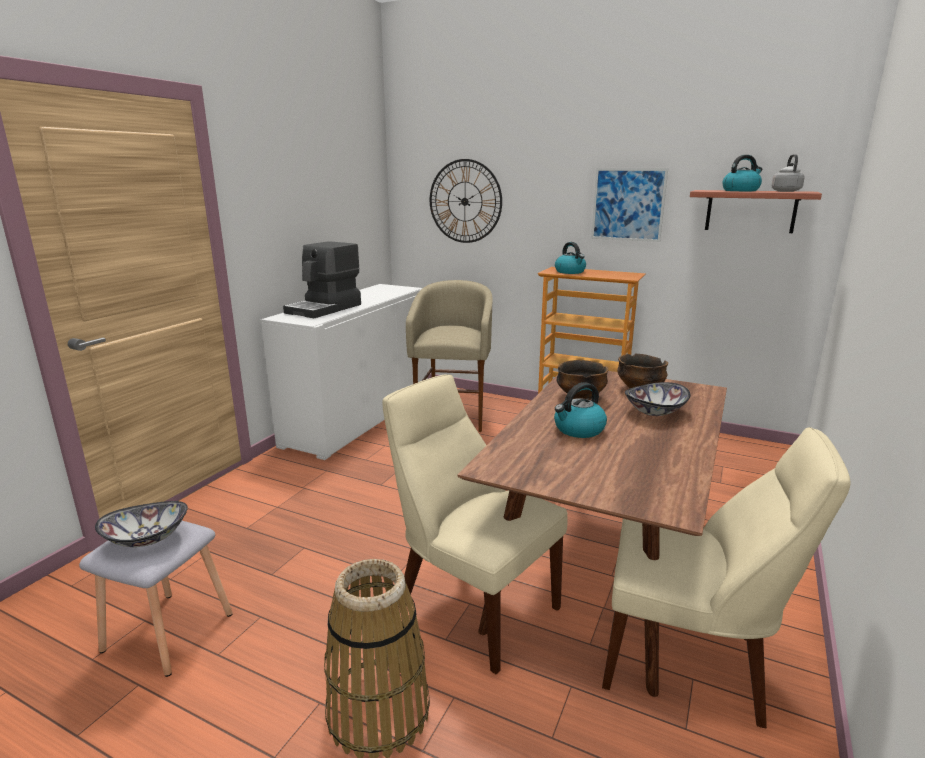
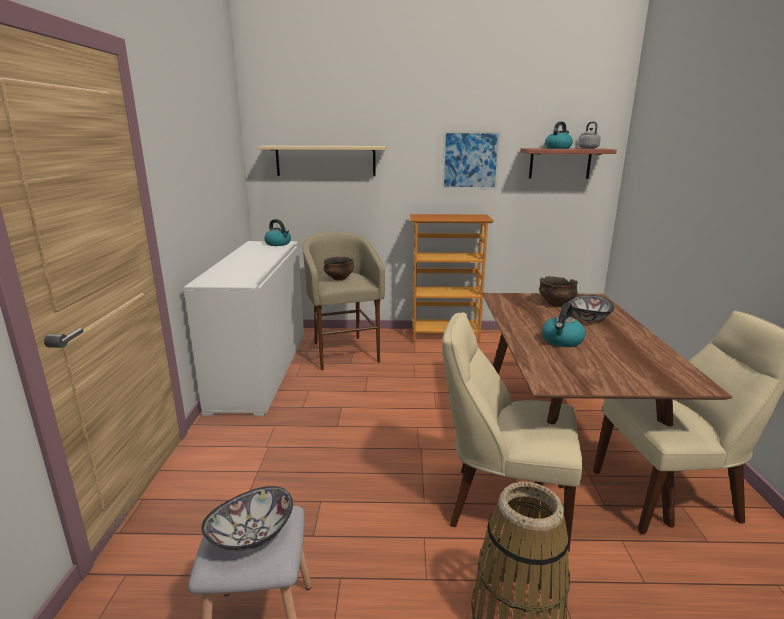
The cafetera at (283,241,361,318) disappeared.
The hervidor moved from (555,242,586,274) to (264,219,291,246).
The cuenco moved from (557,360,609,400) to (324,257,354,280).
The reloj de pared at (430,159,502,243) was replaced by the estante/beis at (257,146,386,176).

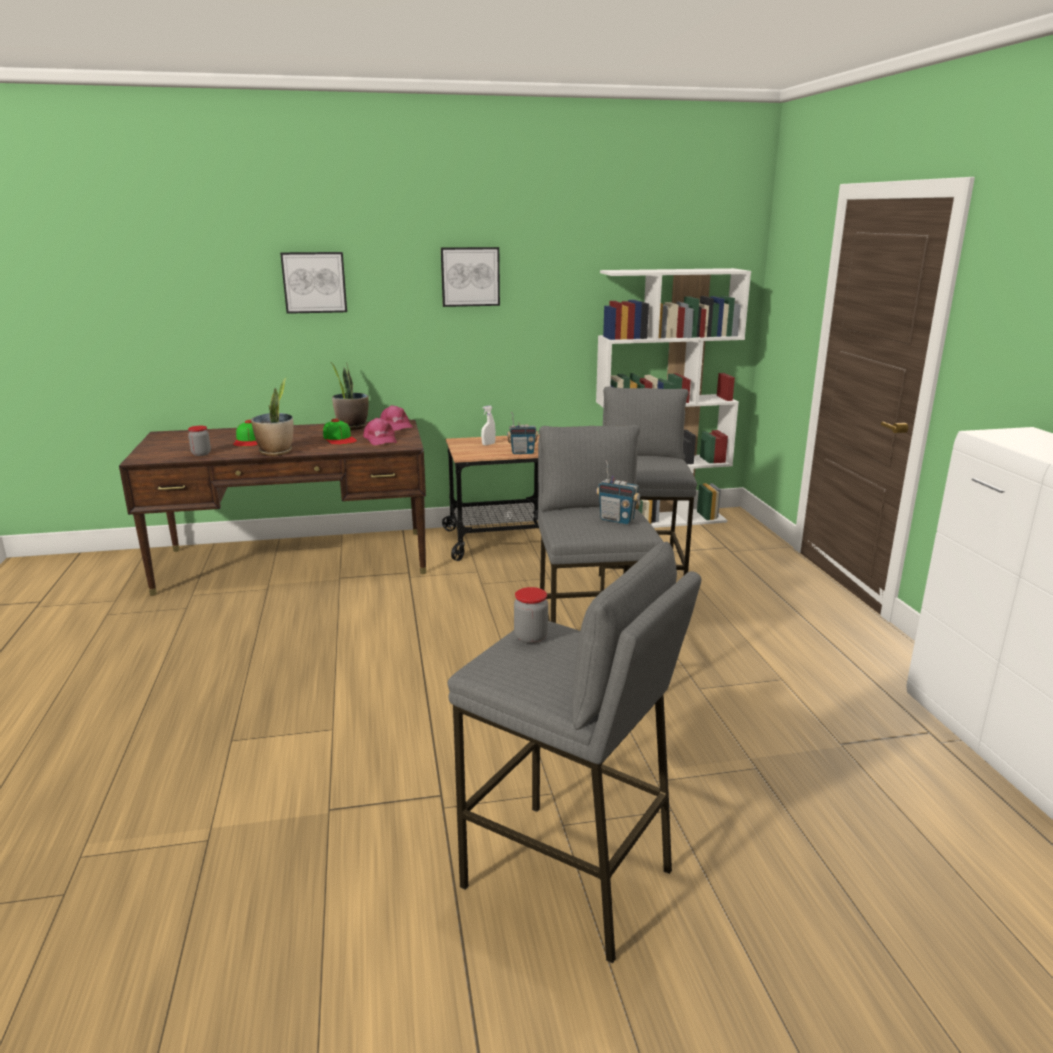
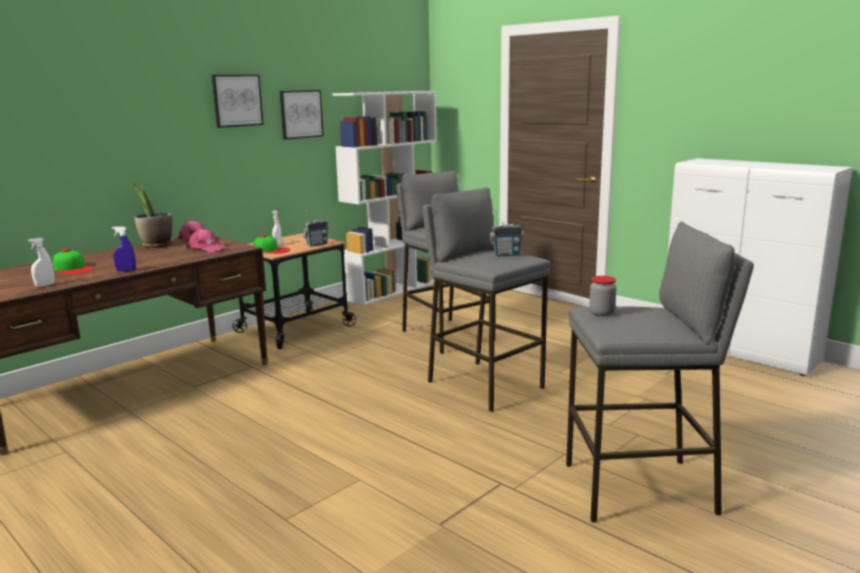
The cuadro moved from (280,252,347,314) to (279,90,324,140).
The gorra moved from (323,419,357,445) to (253,234,291,254).
The tarro at (188,426,211,456) was replaced by the pulverizador/blanco at (28,237,55,287).
The planta en maceta at (251,378,294,456) was replaced by the pulverizador/azul at (112,226,136,272).

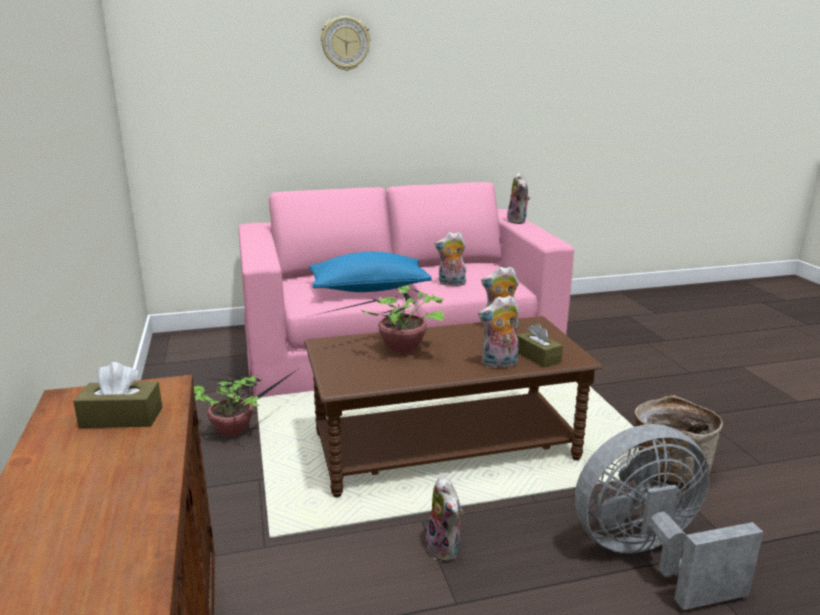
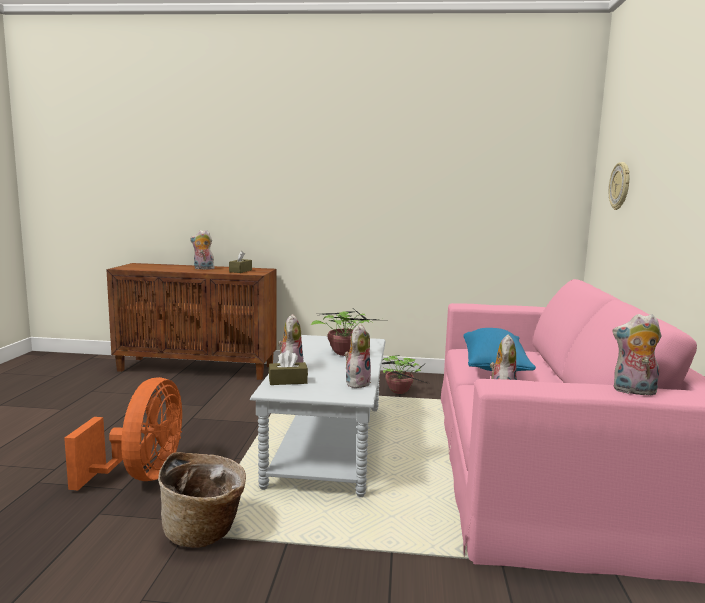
The reloj de pared moved from (320,16,371,71) to (609,162,630,210).
The peluche moved from (424,475,464,562) to (190,230,214,270).
The mesa de centro/marrón at (305,316,602,497) became the mesa de centro/gris at (250,335,386,497).
The ventilador/gris at (575,424,763,610) became the ventilador/naranja at (64,377,182,490).

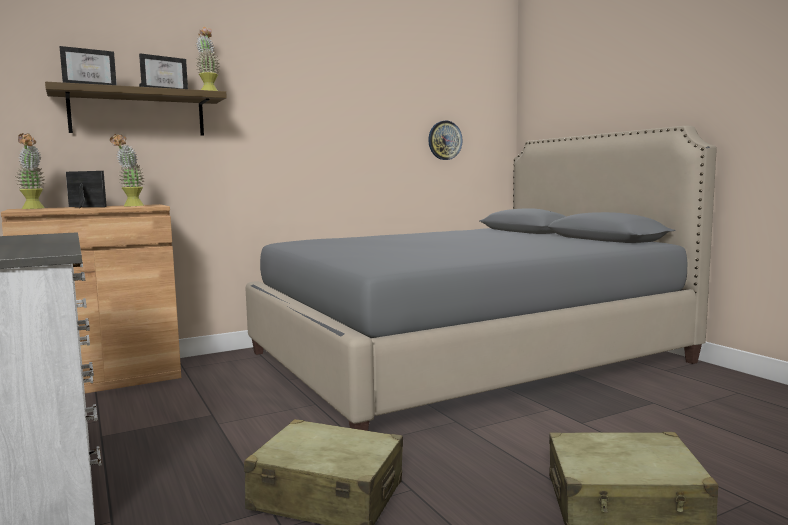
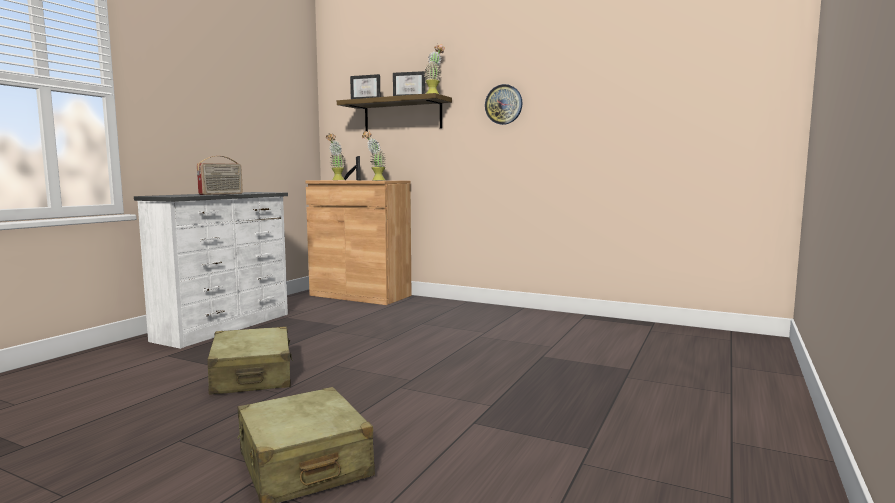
The cama/gris at (245,126,717,431) disappeared.
The radio at (197,156,243,195) appeared.
The reloj de pared moved from (428,121,463,160) to (485,84,522,125).

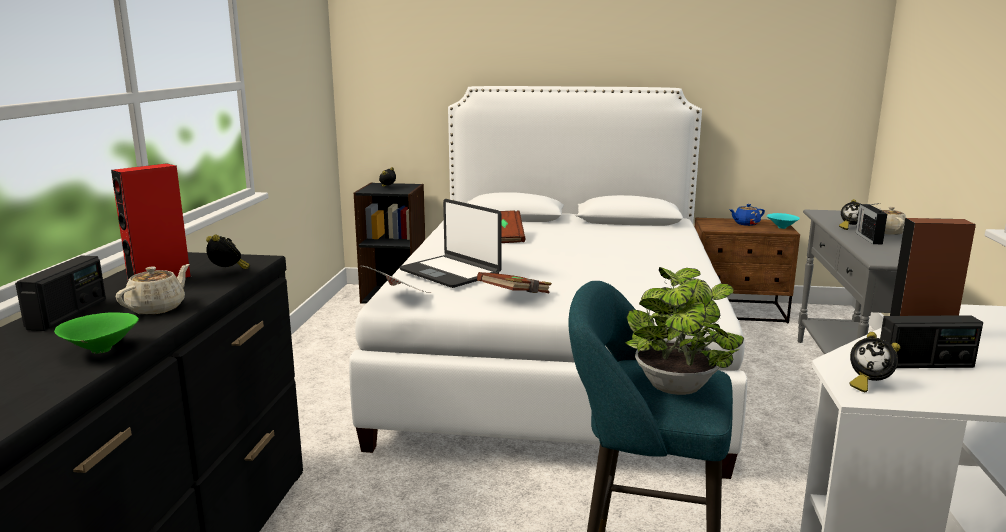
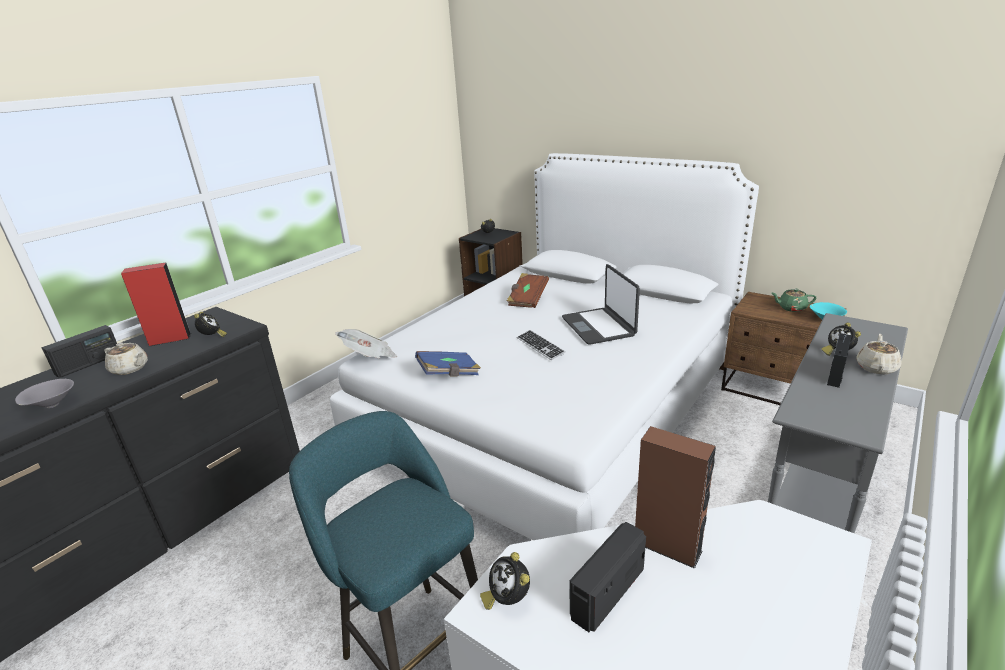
The planta en maceta at (625,267,744,395) disappeared.
The teclado at (517,330,566,360) appeared.
The portátil moved from (399,199,502,288) to (562,264,640,345).
The cuenco/verde at (54,312,139,354) became the cuenco/gris at (15,379,74,408).
The libro/marrón at (477,272,552,293) became the libro/azul at (415,351,481,377).
The tetera/azul at (730,204,765,226) became the tetera/verde at (772,288,816,312).
The tetera/beis at (116,264,190,315) turned 60 degrees clockwise.
The radio at (880,315,983,368) turned 105 degrees clockwise.

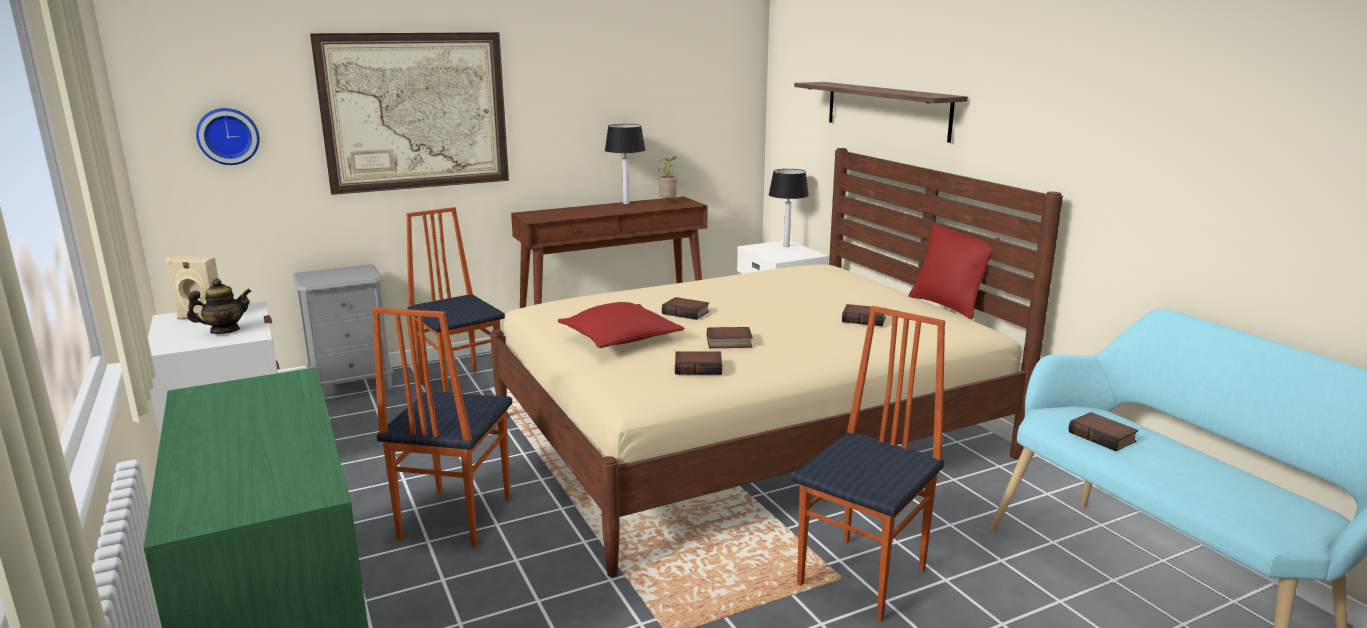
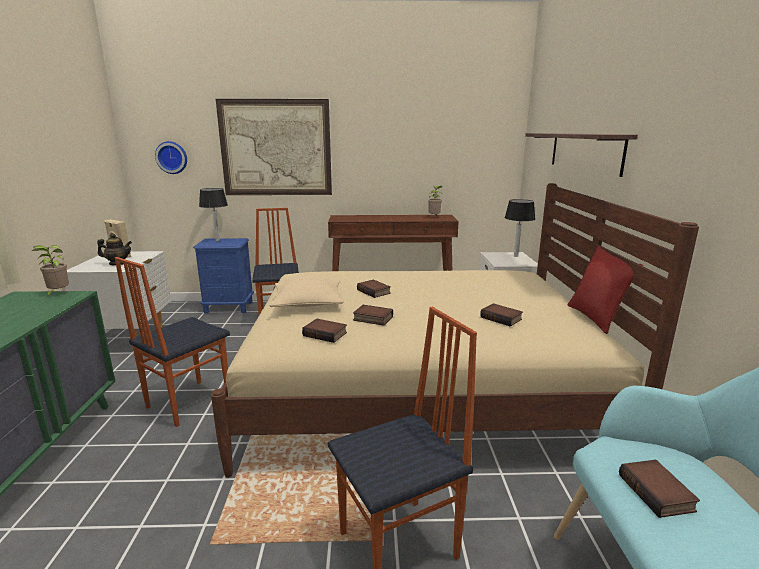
The planta en maceta at (31,245,69,297) appeared.
The lámpara de mesa moved from (605,124,646,204) to (199,188,228,241).
The mesita de noche/gris at (293,264,393,400) became the mesita de noche/azul at (193,238,254,314).
The cojín/rojo at (558,302,684,348) became the cojín/beis at (269,277,343,307).

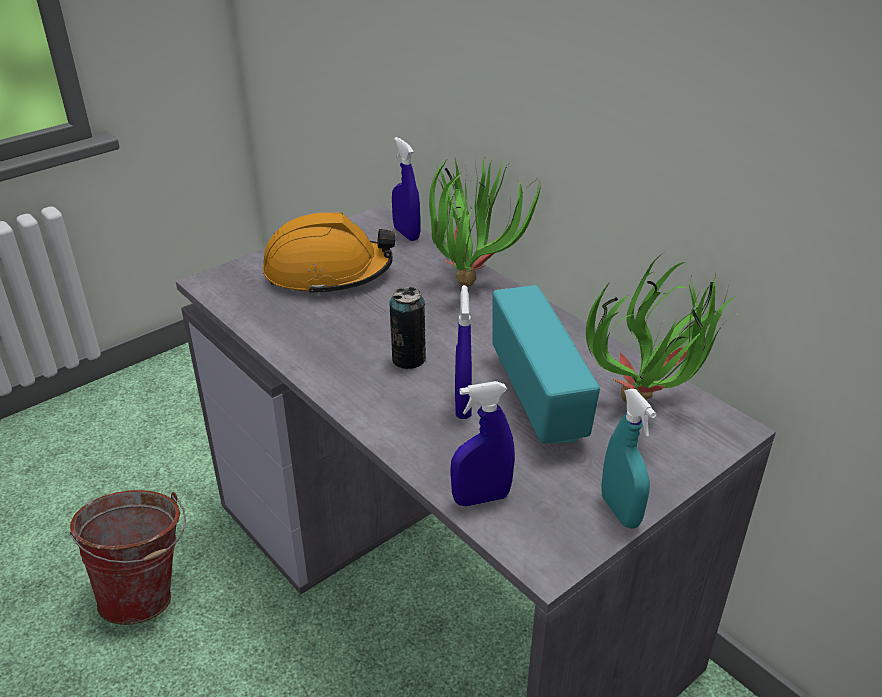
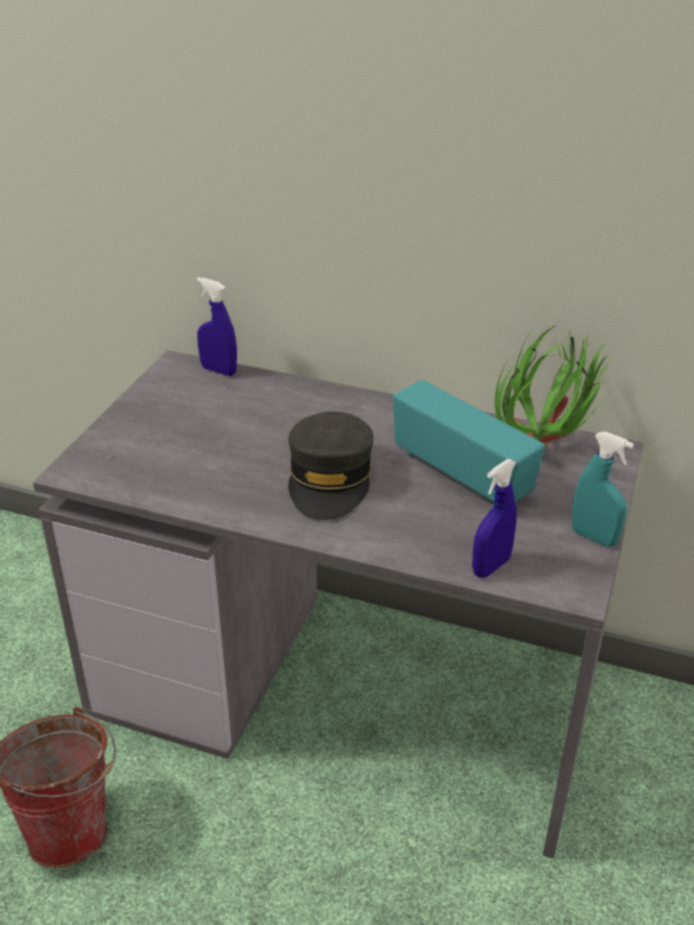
The casco/naranja at (263,213,396,297) disappeared.
The planta en maceta at (429,157,541,287) disappeared.
The pulverizador/azul at (455,285,472,419) disappeared.
The lata at (390,287,426,369) was replaced by the gorra/gris at (288,412,374,520).

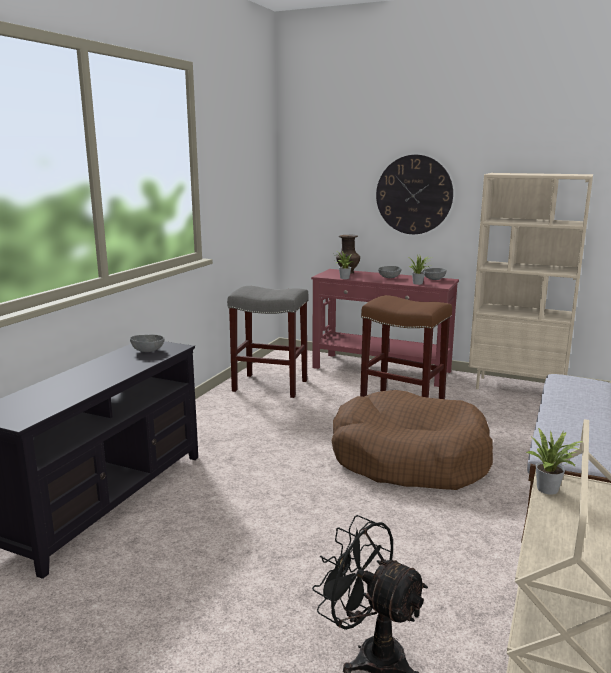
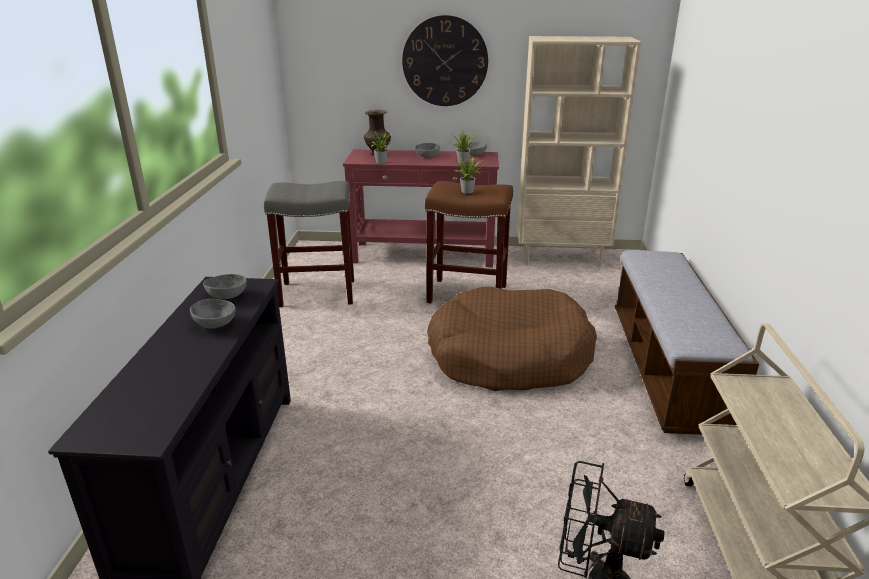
The cuenco/gris at (190,299,236,329) appeared.
The planta en maceta moved from (526,428,583,495) to (455,156,483,194).

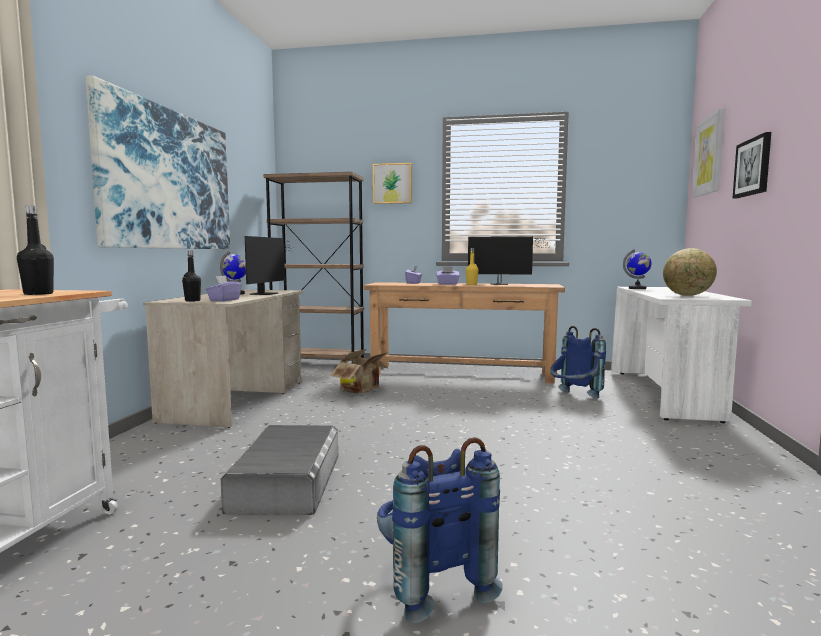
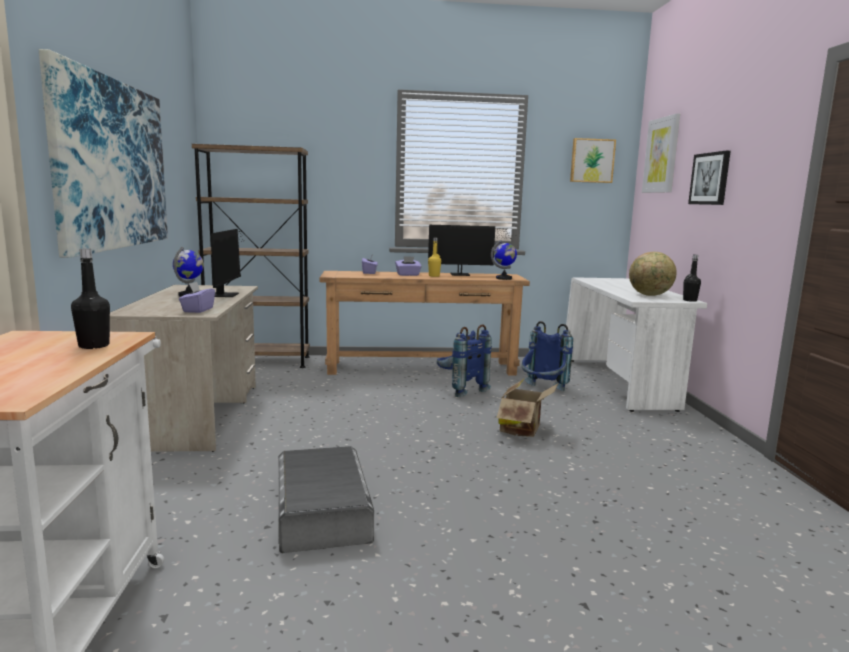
The botella/negro moved from (182,251,201,302) to (683,255,701,302).
The caja de cartón moved from (330,349,389,394) to (497,378,559,437).
The cuadro moved from (373,163,412,204) to (570,138,616,183).
The mochila/azul moved from (377,437,502,623) to (437,324,492,397).
The globo terráqueo moved from (623,249,652,289) to (491,240,517,280).

